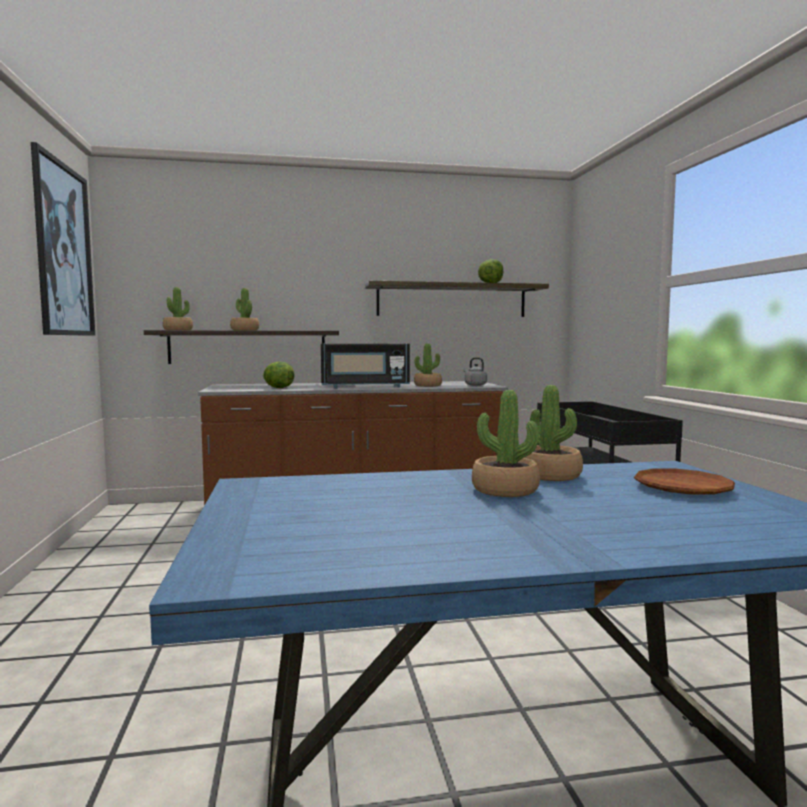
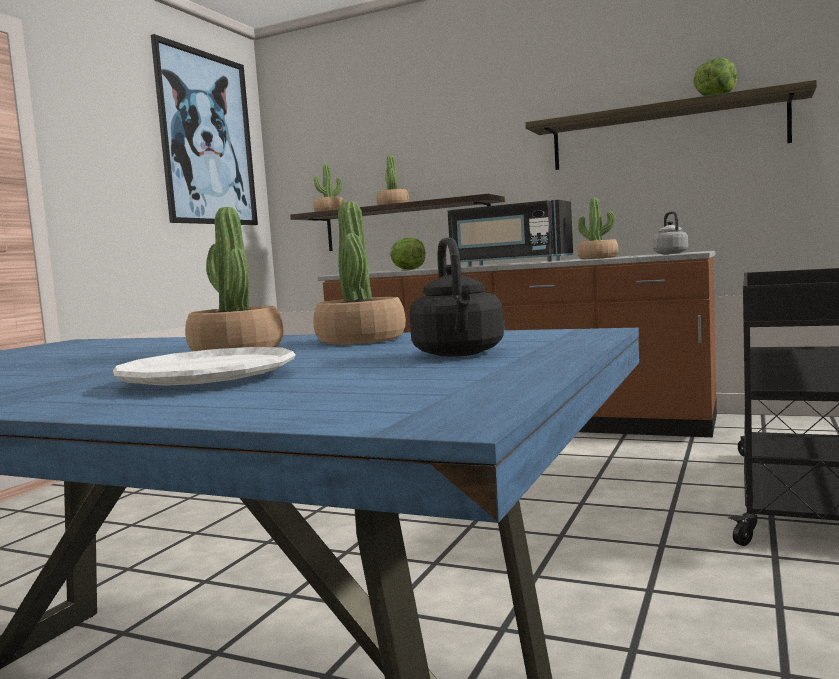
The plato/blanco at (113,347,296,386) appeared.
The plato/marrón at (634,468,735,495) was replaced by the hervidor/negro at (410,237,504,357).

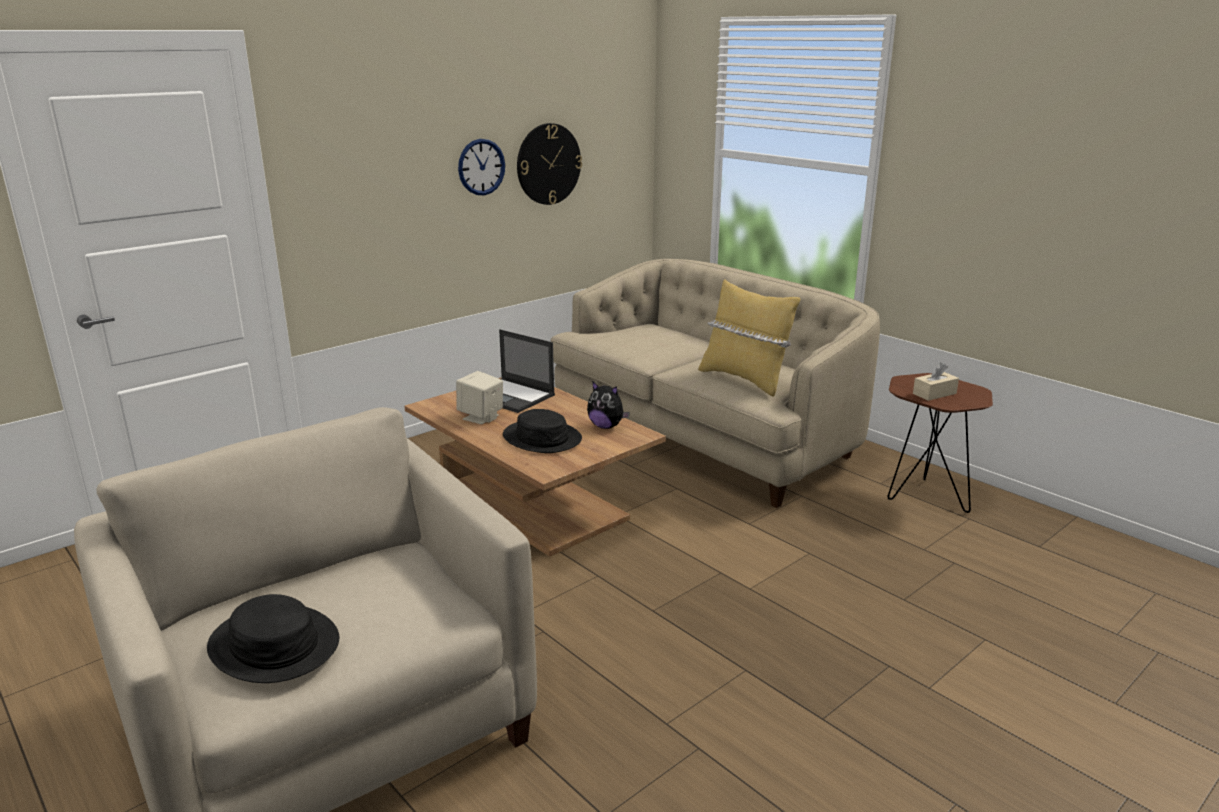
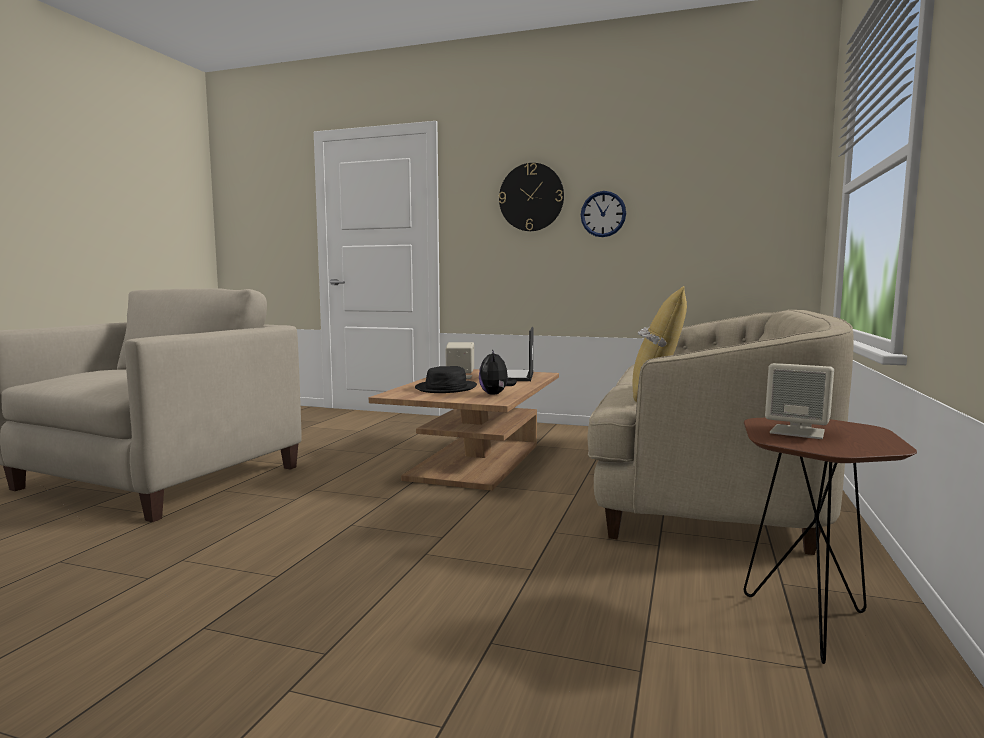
The sombrero/negro at (207,594,340,683) disappeared.
The reloj de pared moved from (517,123,582,205) to (499,163,564,231).
The caja de pañuelos/beis at (913,363,959,401) was replaced by the altavoz/beis at (765,363,834,439).

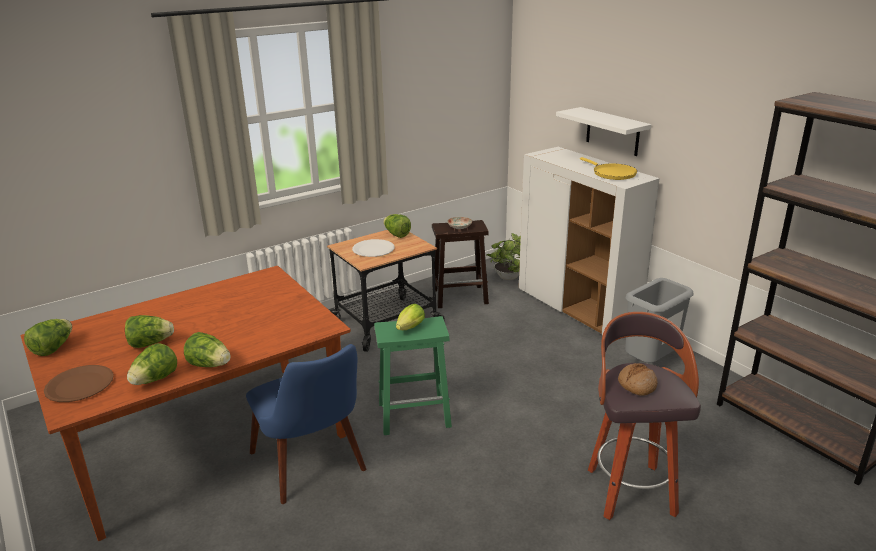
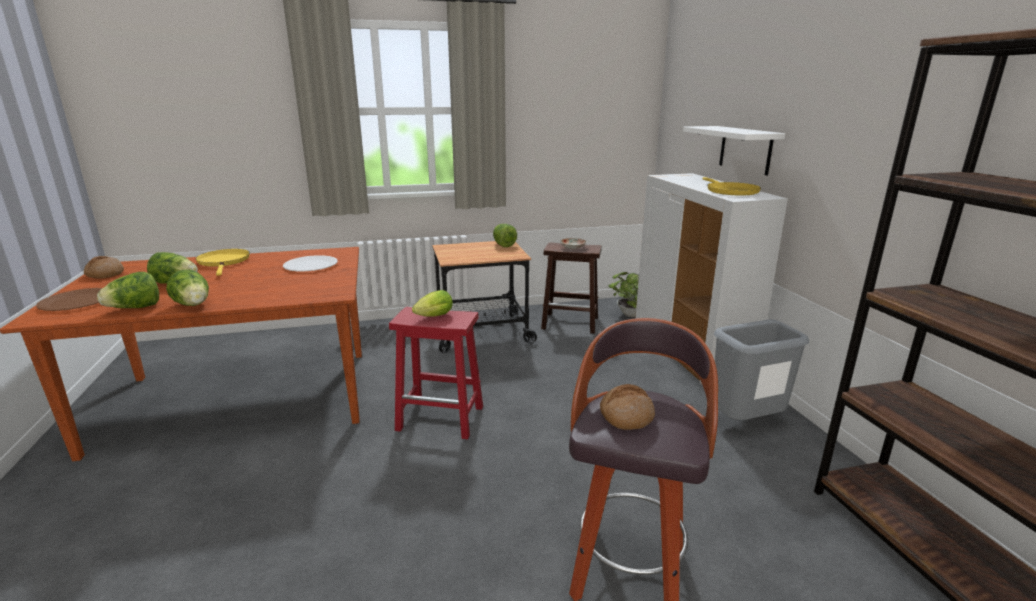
The silla/azul at (246,344,366,504) disappeared.
The sartén/amarillo at (196,249,250,276) appeared.
The plato/blanco moved from (352,239,395,257) to (283,255,337,271).
The lechuga at (24,319,72,356) was replaced by the pan at (84,256,124,279).
The taburete/verde at (374,316,452,435) became the taburete/rojo at (389,307,483,439).

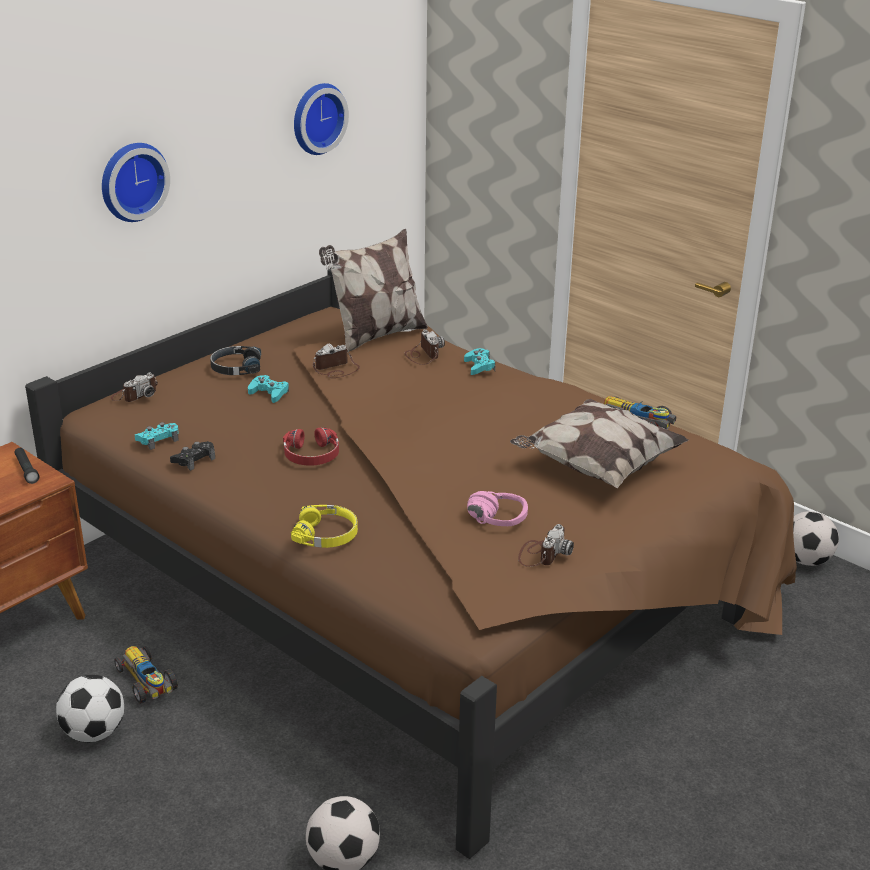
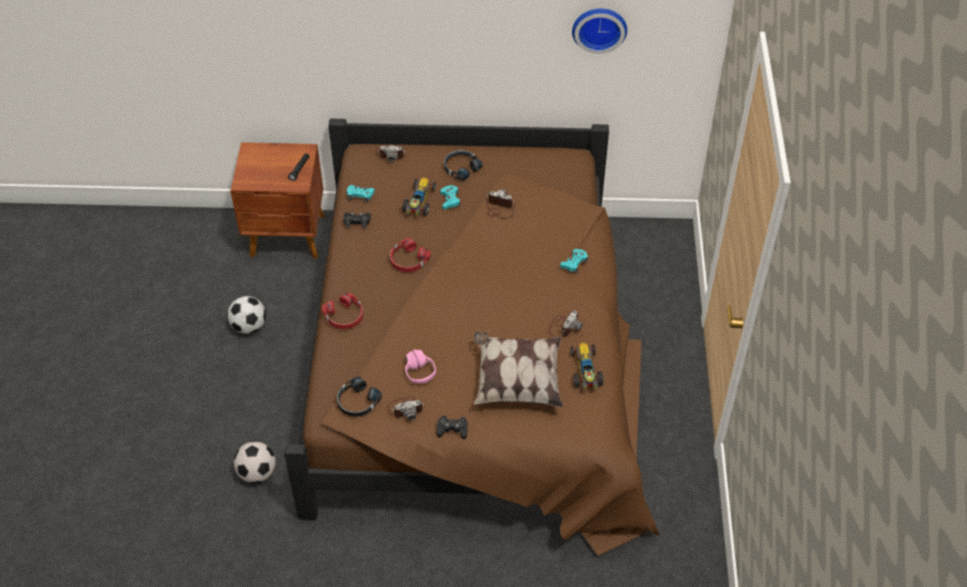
The reloj de pared at (102,143,170,222) disappeared.
The cojín at (319,229,428,351) disappeared.
The balón de fútbol at (793,511,839,566) disappeared.
The auriculares/negro at (337,377,382,417) appeared.
The mando de consola/negro at (437,415,468,439) appeared.
The coche de juguete moved from (114,646,178,704) to (402,177,436,216).
The cámara moved from (405,329,445,365) to (549,310,583,337).
The auriculares/amarillo at (291,505,358,548) became the auriculares/rojo at (322,293,363,329).

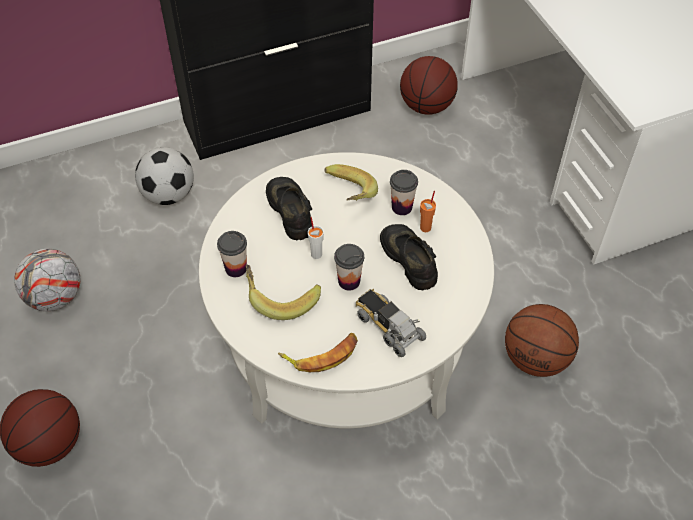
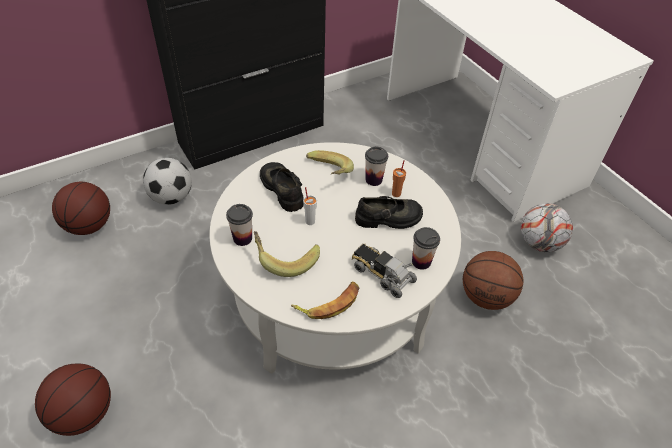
The balón de fútbol moved from (14,249,80,311) to (521,203,573,252).
The taza moved from (334,244,364,290) to (412,227,440,270).
The balón de baloncesto moved from (400,56,458,115) to (52,182,110,235).
The zapato/negro at (380,224,438,290) turned 120 degrees clockwise.

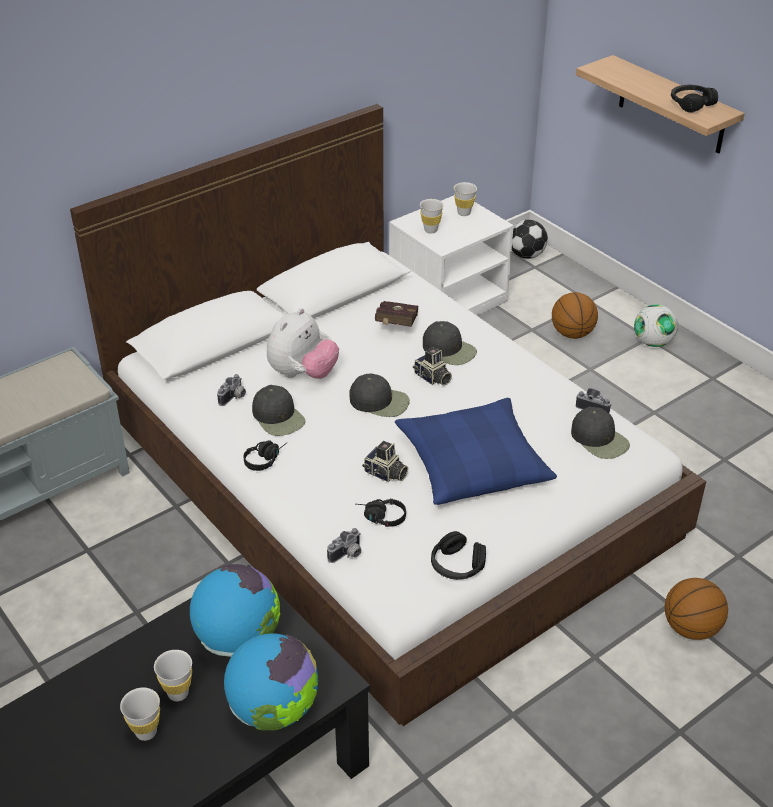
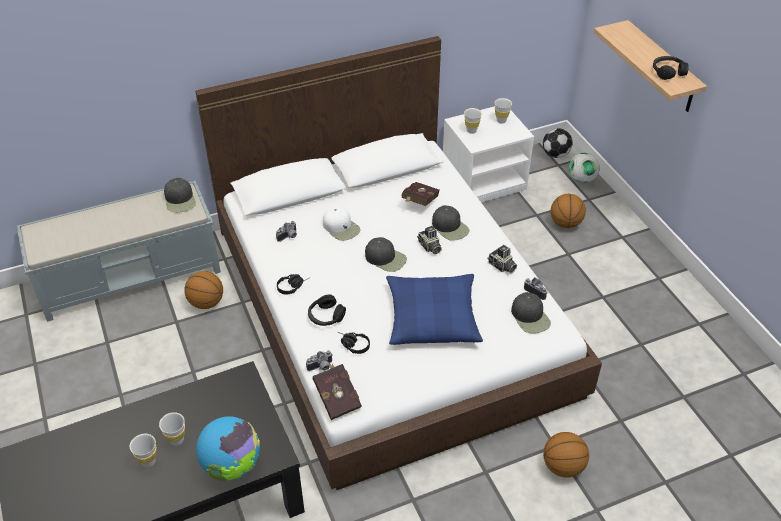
The globo terráqueo at (190,564,280,657) disappeared.
The balón de baloncesto at (184,271,223,309) appeared.
The libro/rojo at (312,362,362,420) appeared.
The gorra/negro moved from (252,385,305,436) to (164,178,196,213).
The cámara moved from (362,441,408,482) to (487,245,517,273).
The auriculares/negro moved from (431,531,486,580) to (308,294,346,326).
The balón de fútbol moved from (634,304,678,347) to (569,153,600,183).
The peluche at (267,308,339,379) was replaced by the gorra/blanco at (323,206,360,241).

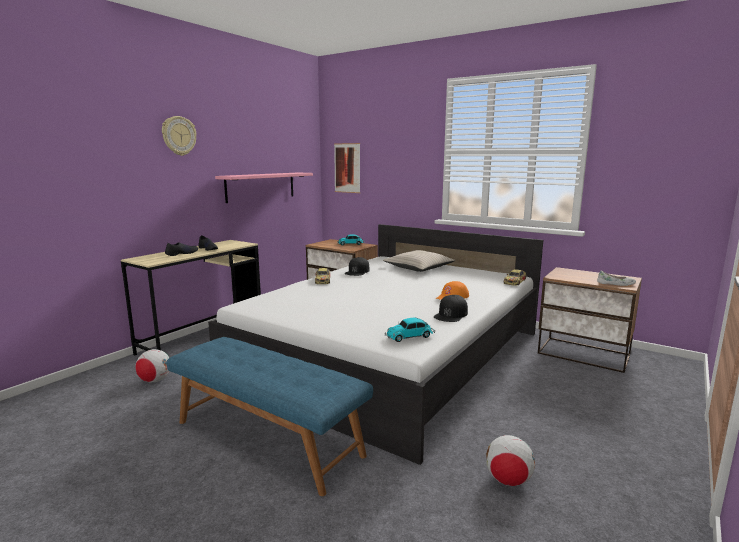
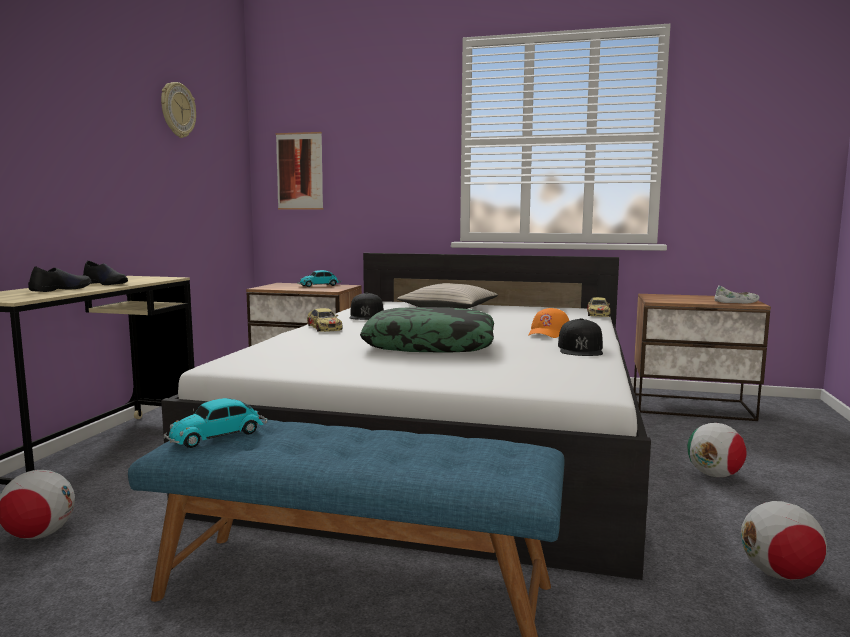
The estante/rosa at (215,173,313,203) disappeared.
The cojín at (360,307,494,353) appeared.
The balón de fútbol at (687,423,747,477) appeared.
The reloj de pared moved from (162,116,196,156) to (161,82,196,138).
The coche de juguete moved from (385,318,435,342) to (164,398,268,448).

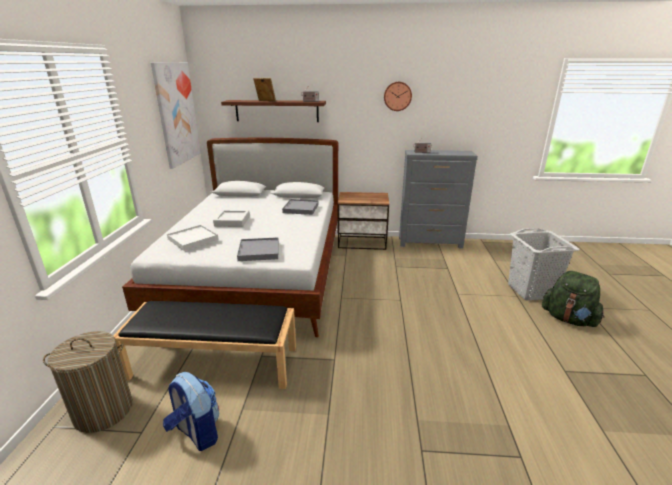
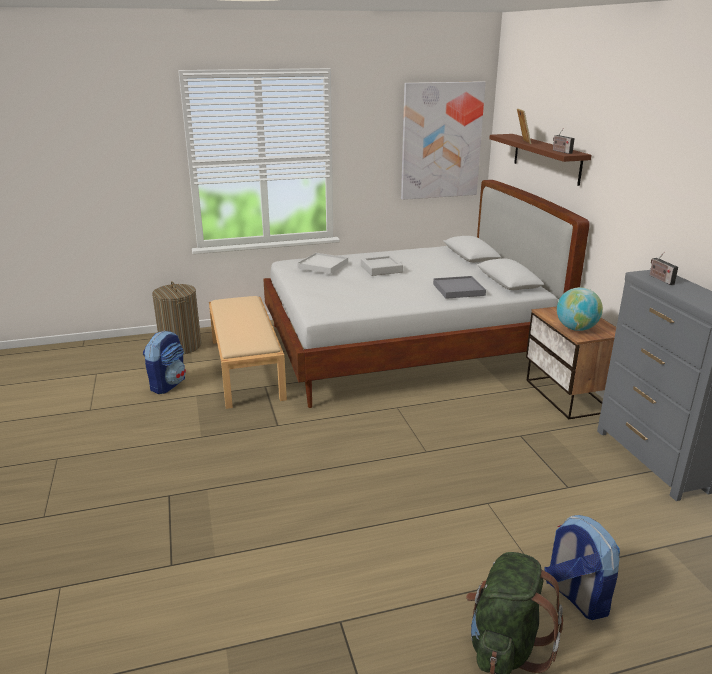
The bandeja/gris at (237,237,279,261) disappeared.
The reloj de pared at (384,82,412,111) disappeared.
The globo terráqueo at (557,287,603,331) appeared.
The cesto de la ropa/gris at (508,228,580,301) was replaced by the mochila at (544,515,620,620).
The banco/negro at (113,301,296,389) became the banco/beis at (209,296,287,409).

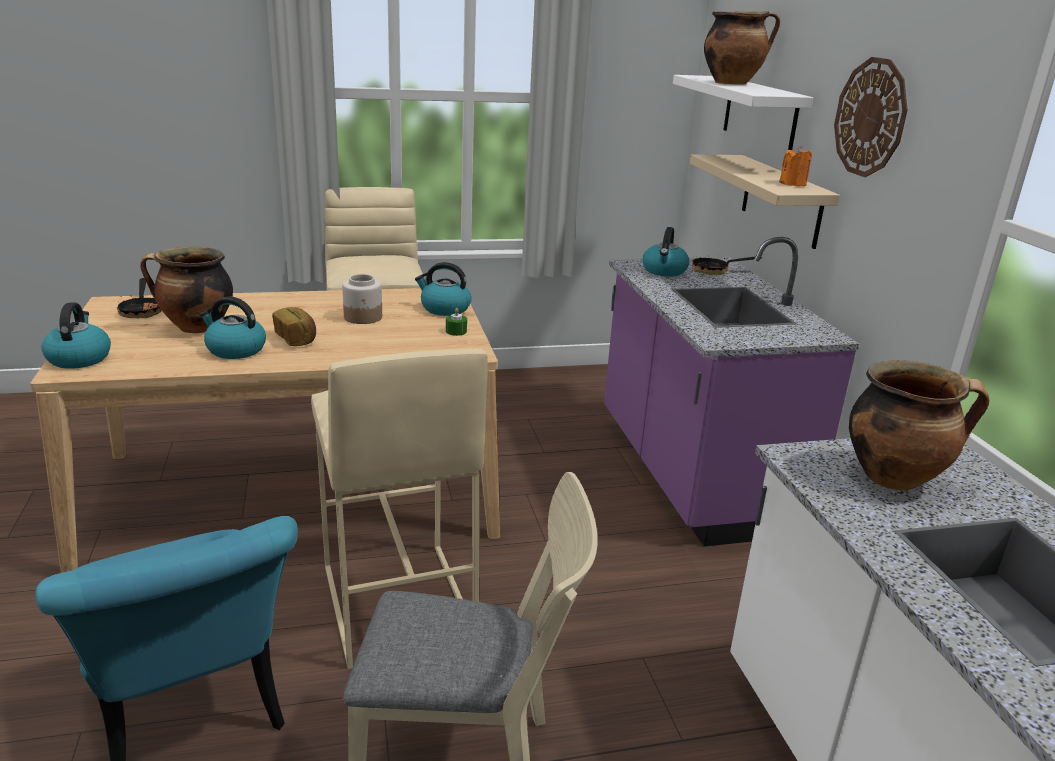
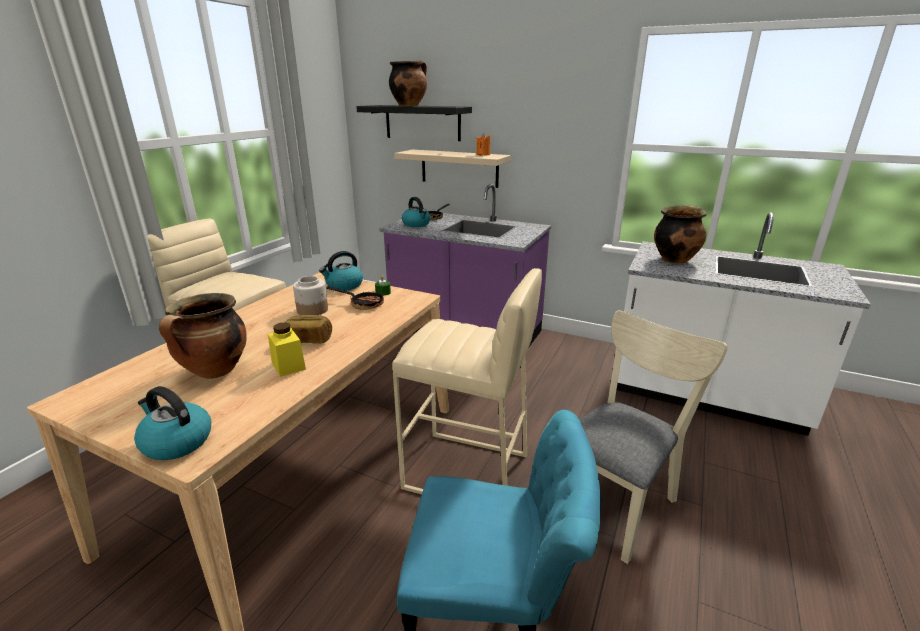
The reloj de pared at (834,57,908,177) disappeared.
The sartén moved from (117,278,162,318) to (326,286,384,310).
The hervidor at (200,296,266,359) was replaced by the tarro/amarillo at (268,322,306,377).
The estante/blanco at (673,75,813,150) became the estante/negro at (356,105,472,141).

